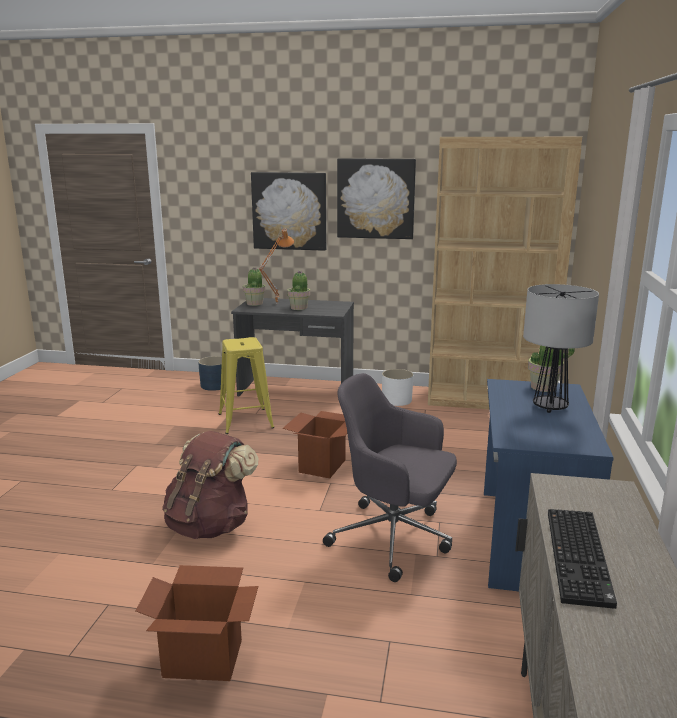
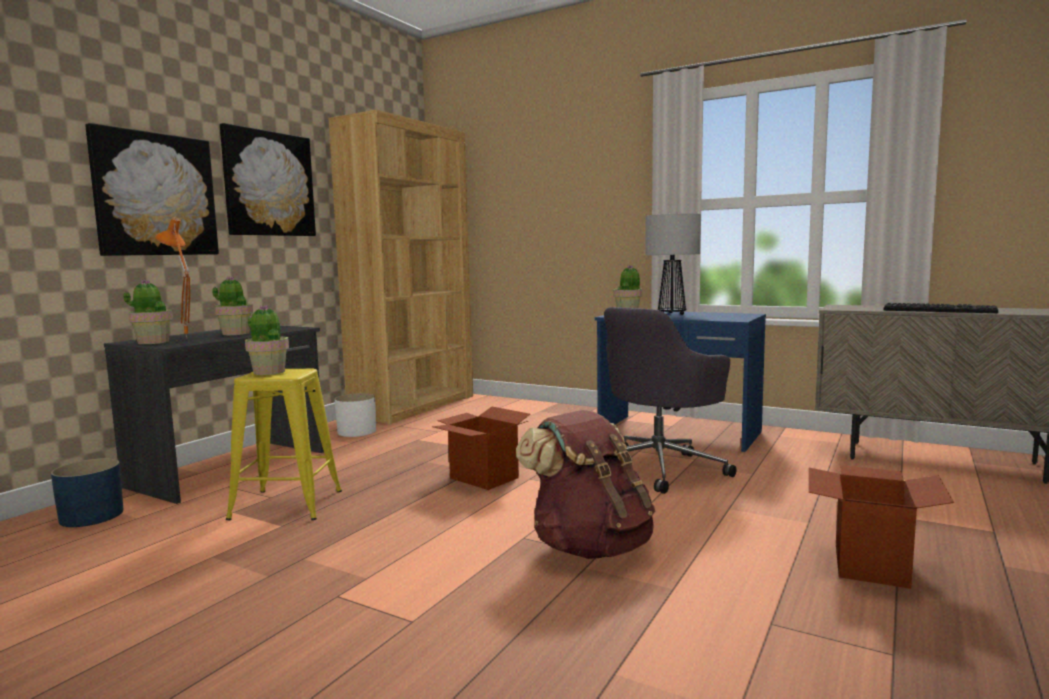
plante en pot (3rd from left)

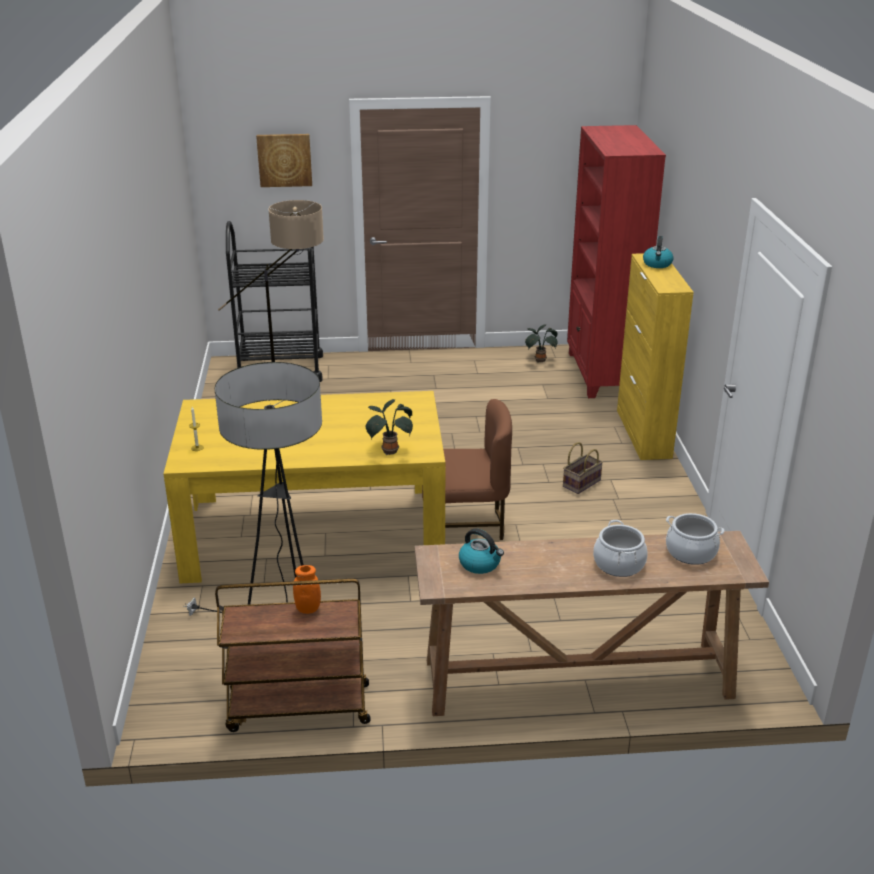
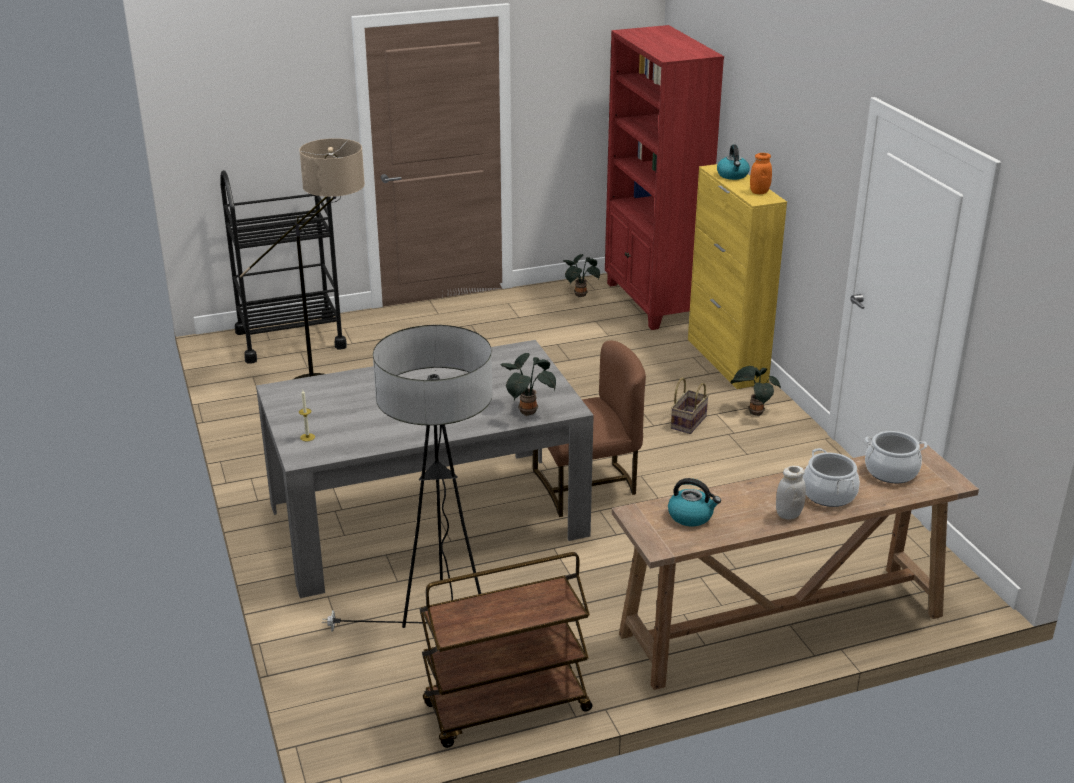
tableau; table à manger [gris]; bocal [orange]; plante en pot (3rd from left); bocal [blanc]

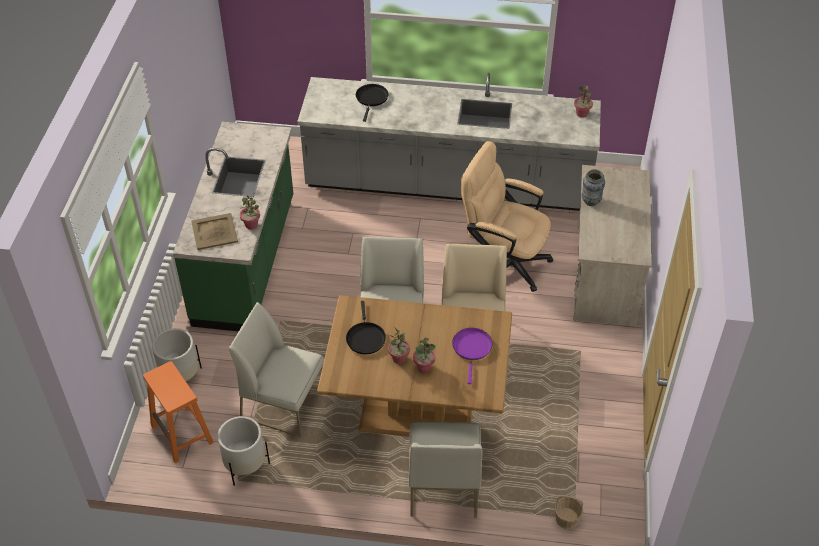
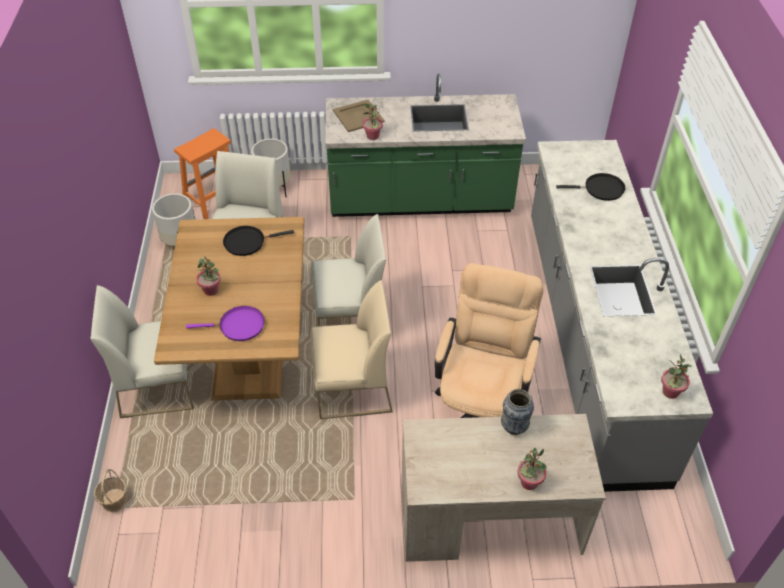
plante en pot (3rd from left)

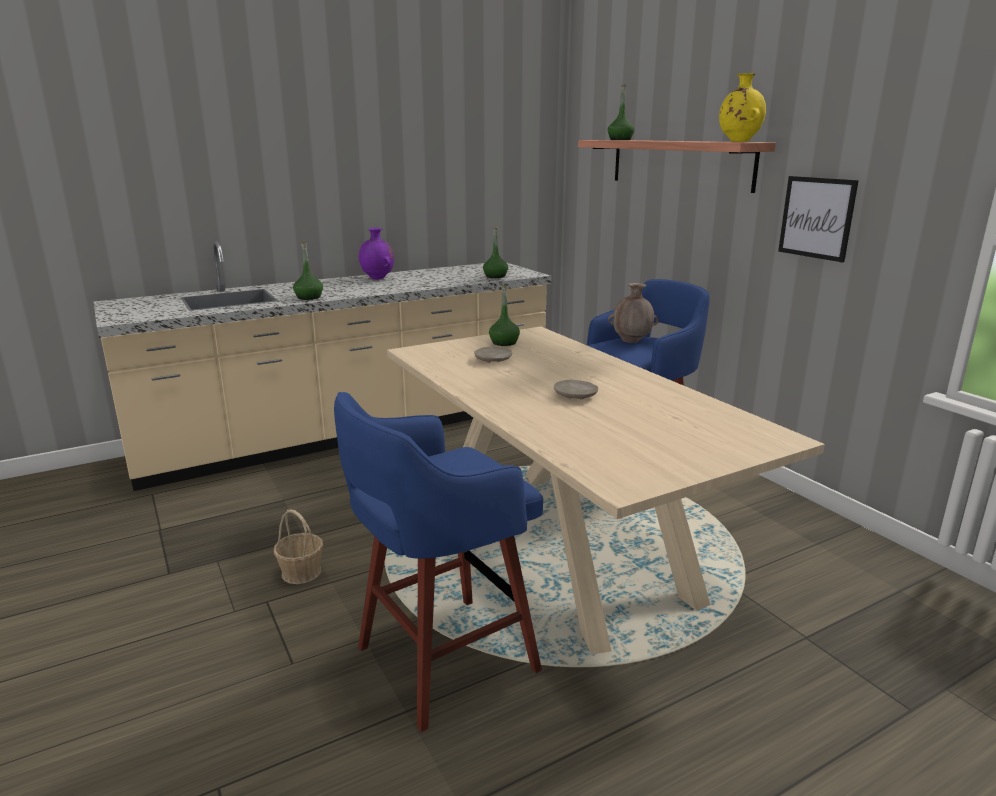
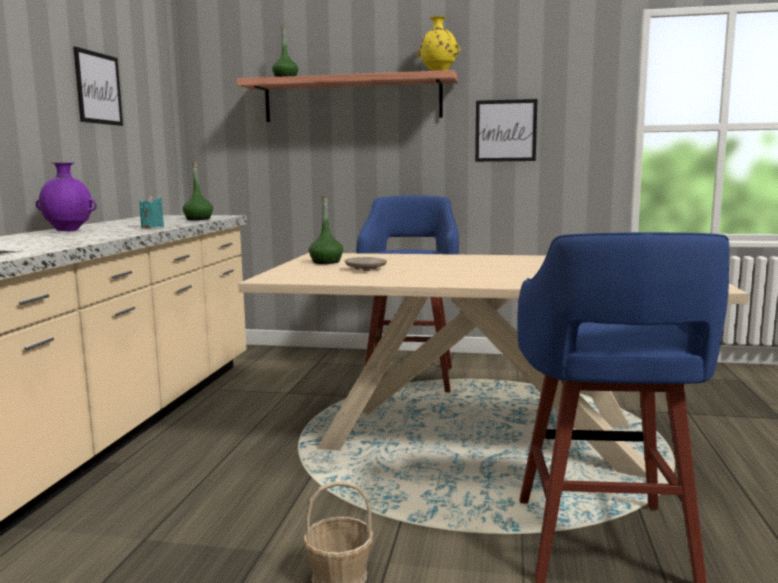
bouteille [vert] (1st from left in the first image); vase [marron]; assiette [beige] (2nd from left in the first image); tableau (1st from left); bougie [turquoise]

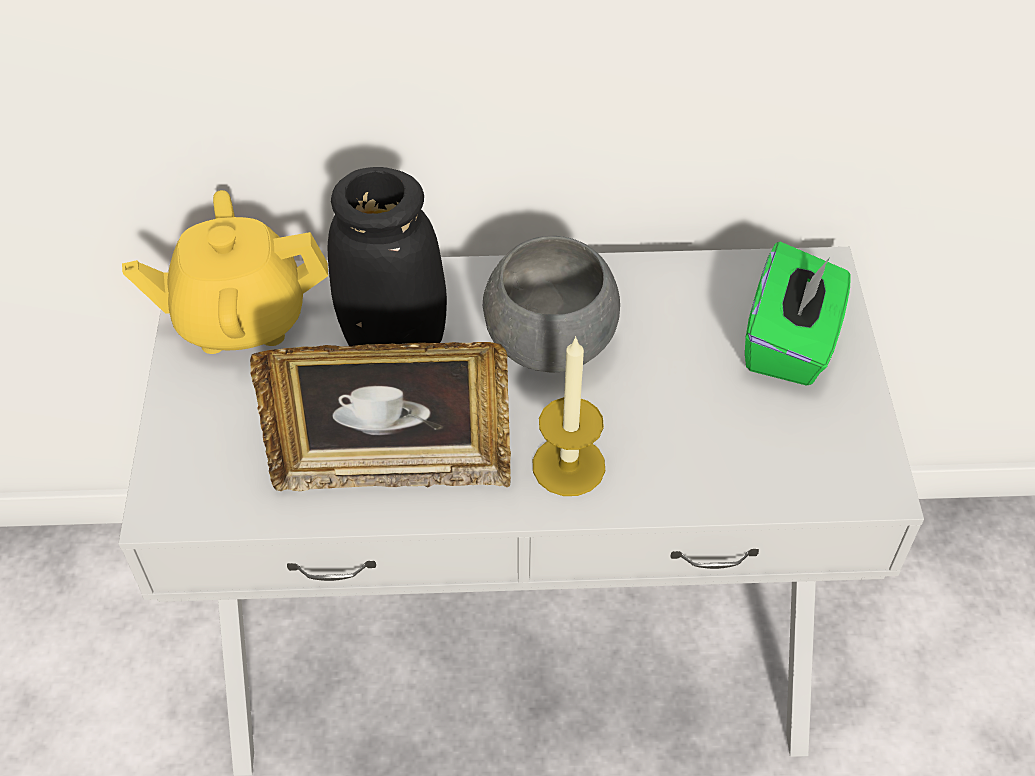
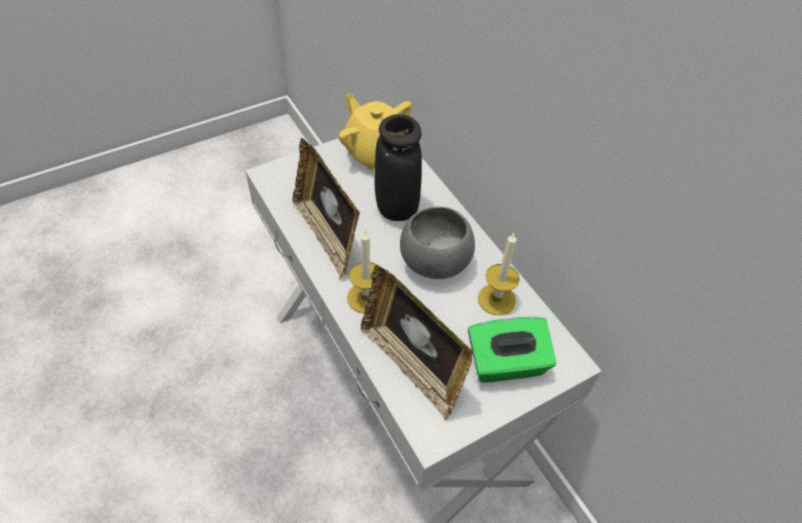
bougie (2nd from left); cadre photo (2nd from left)

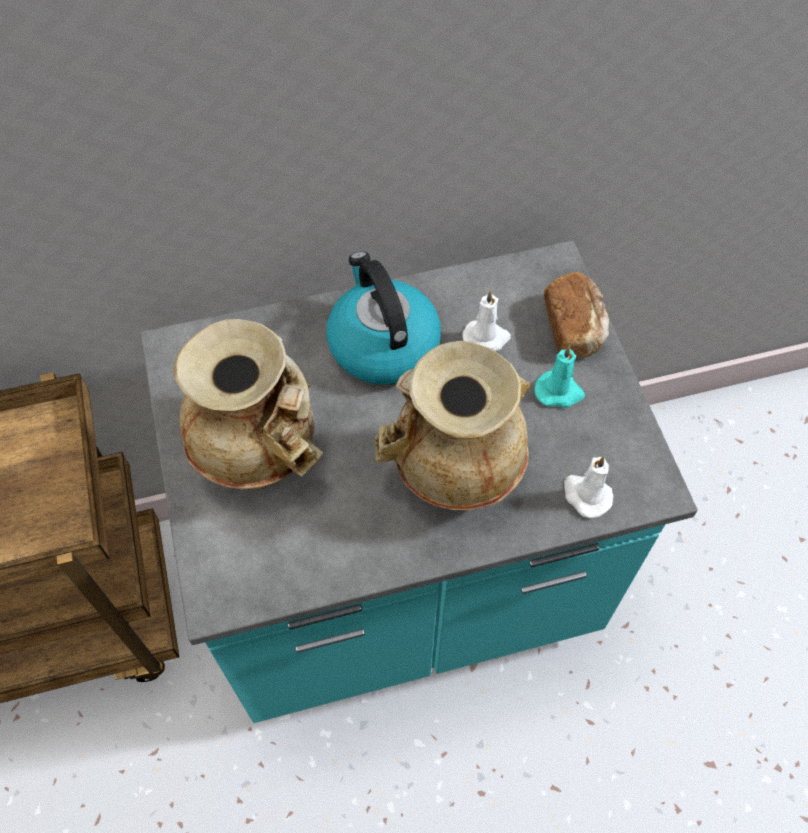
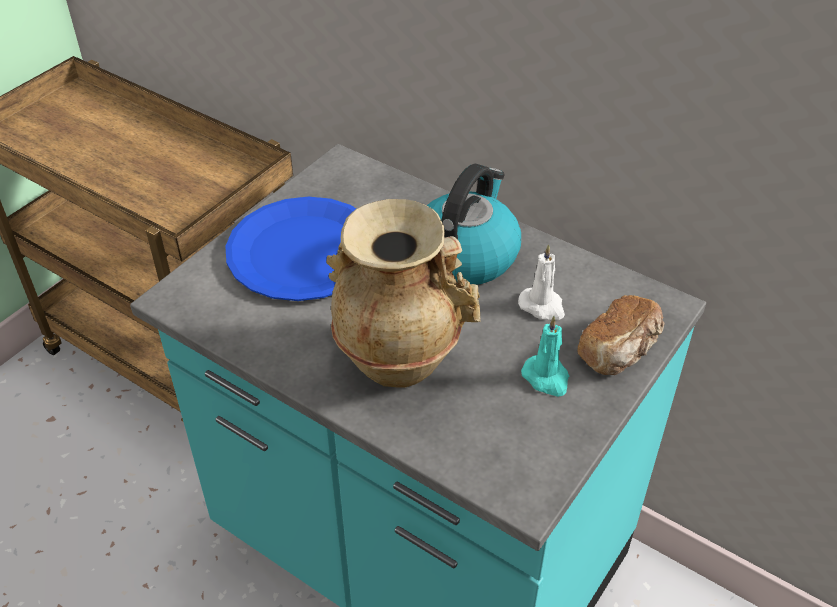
assiette [bleu]; bougie [blanc] (2nd from left in the first image)

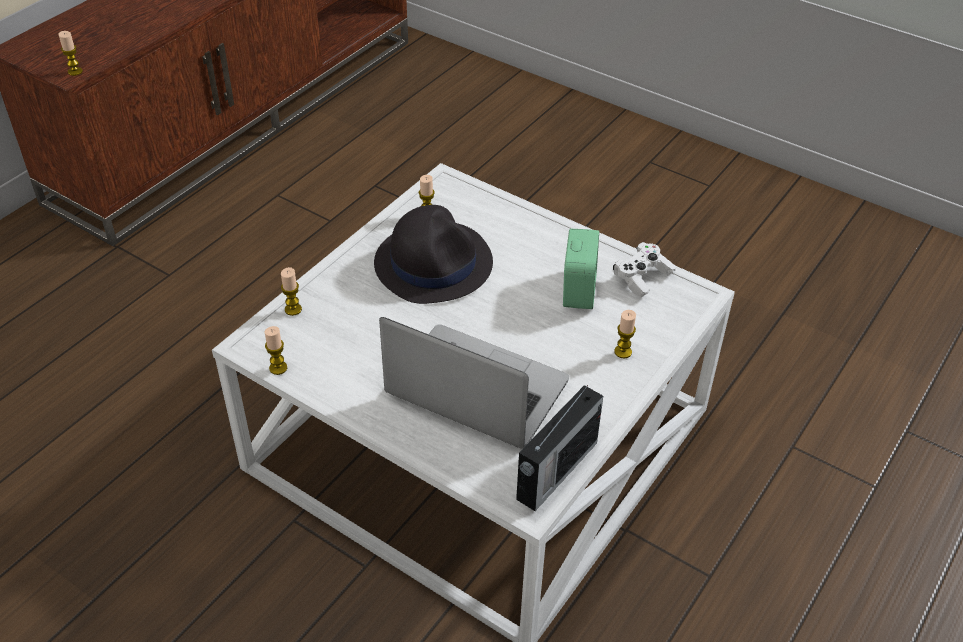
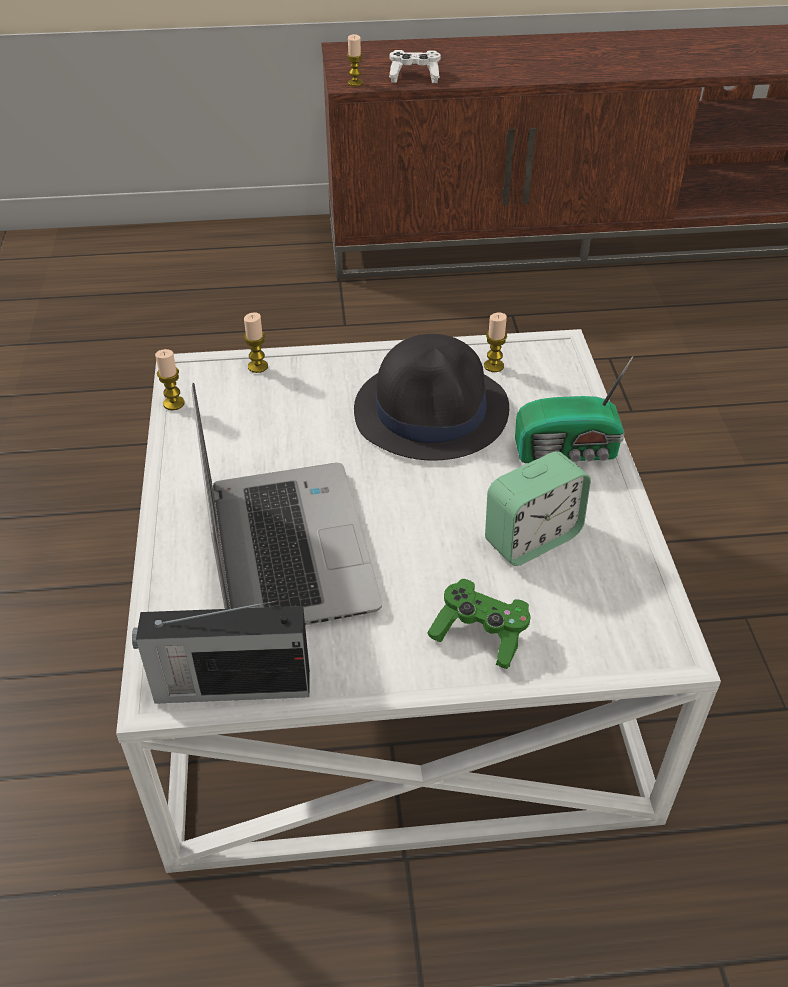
manette [blanc]; manette [vert]; radio (2nd from left)

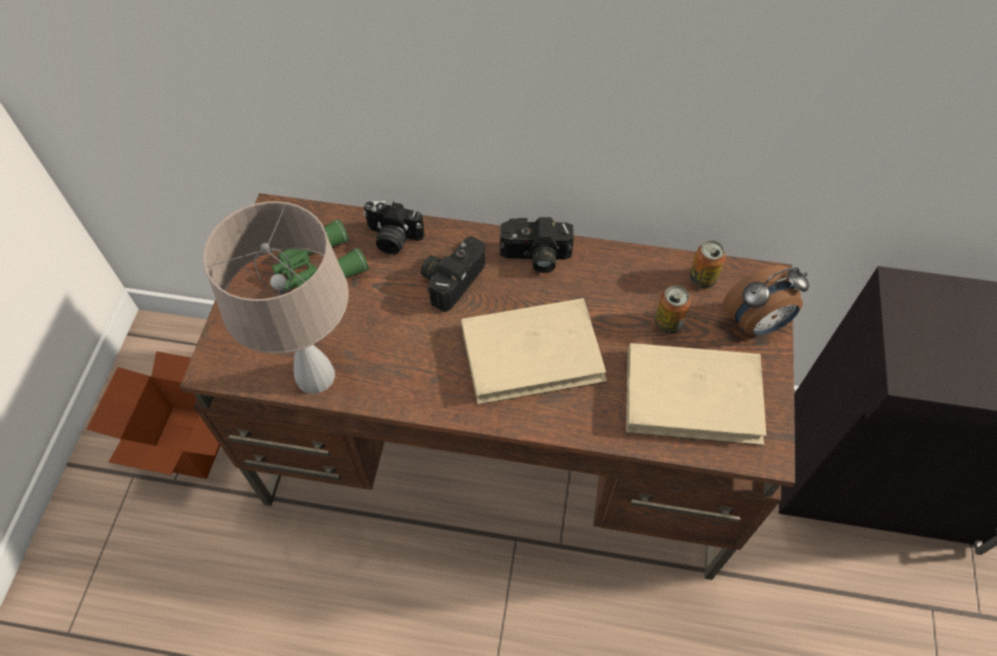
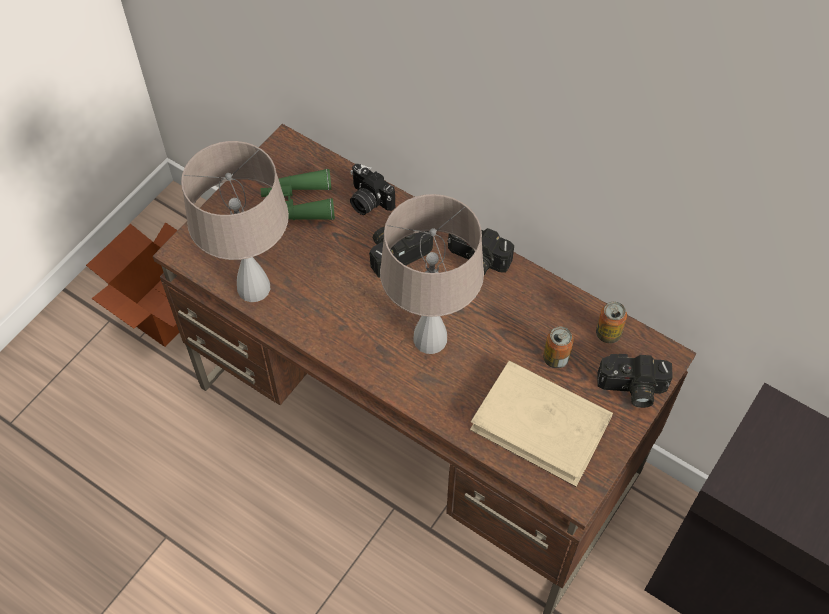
appareil photo (4th from left); lampe de table [beige] (2nd from left)

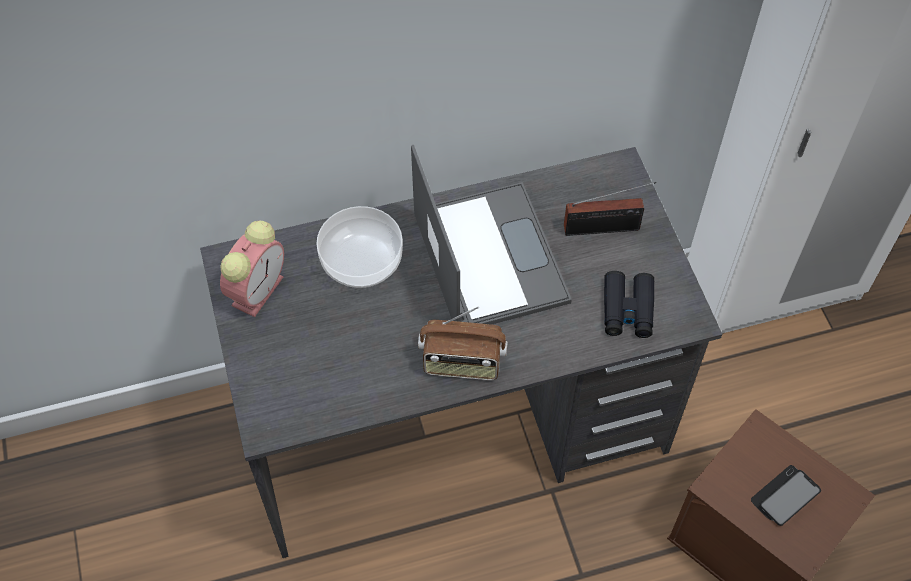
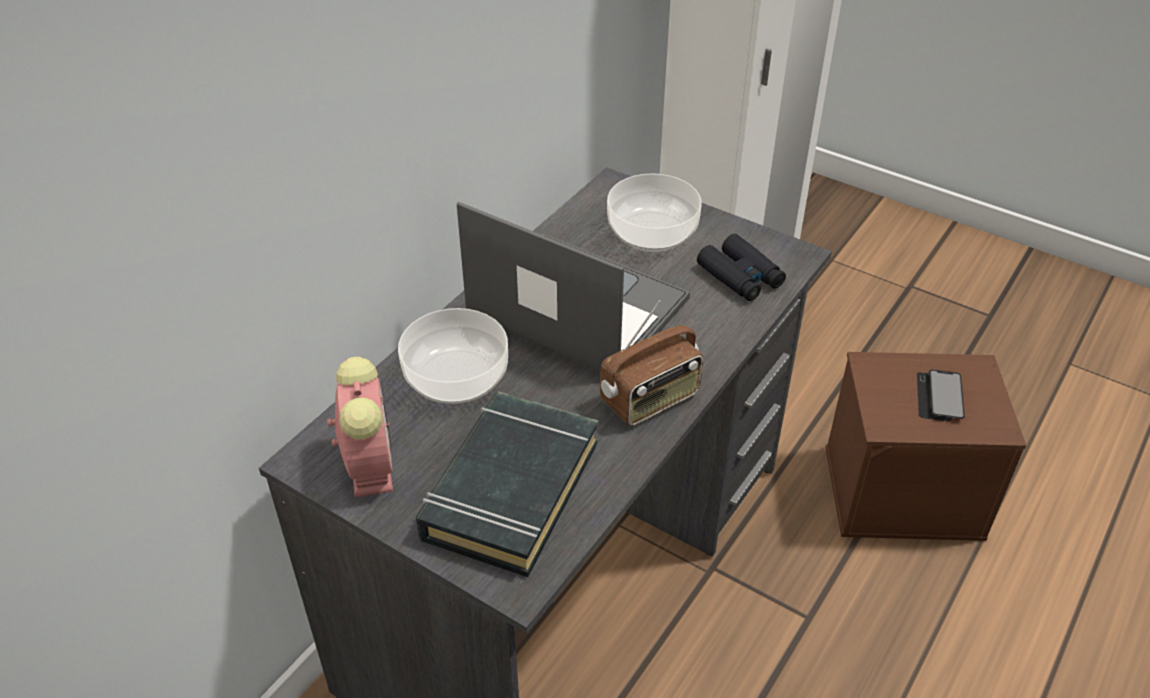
bol (2nd from left); livre [noir]

